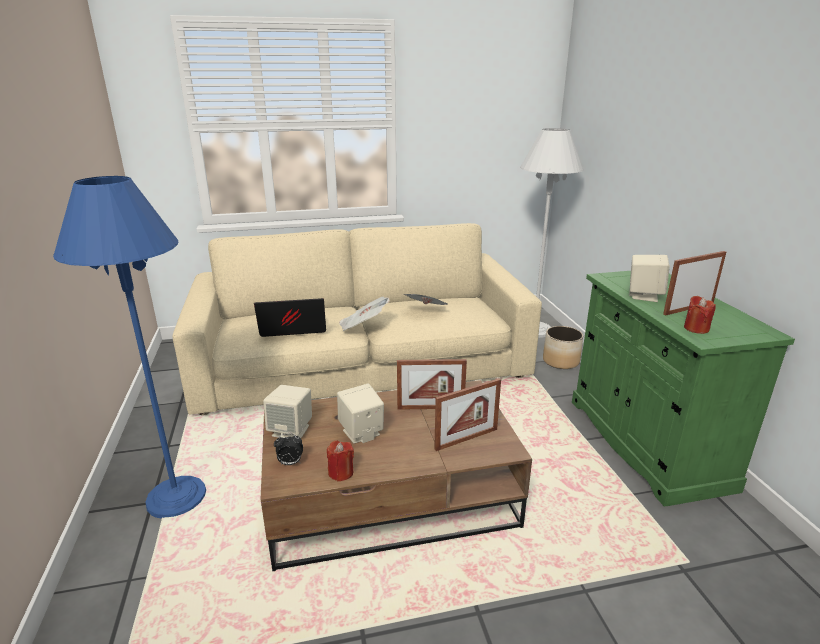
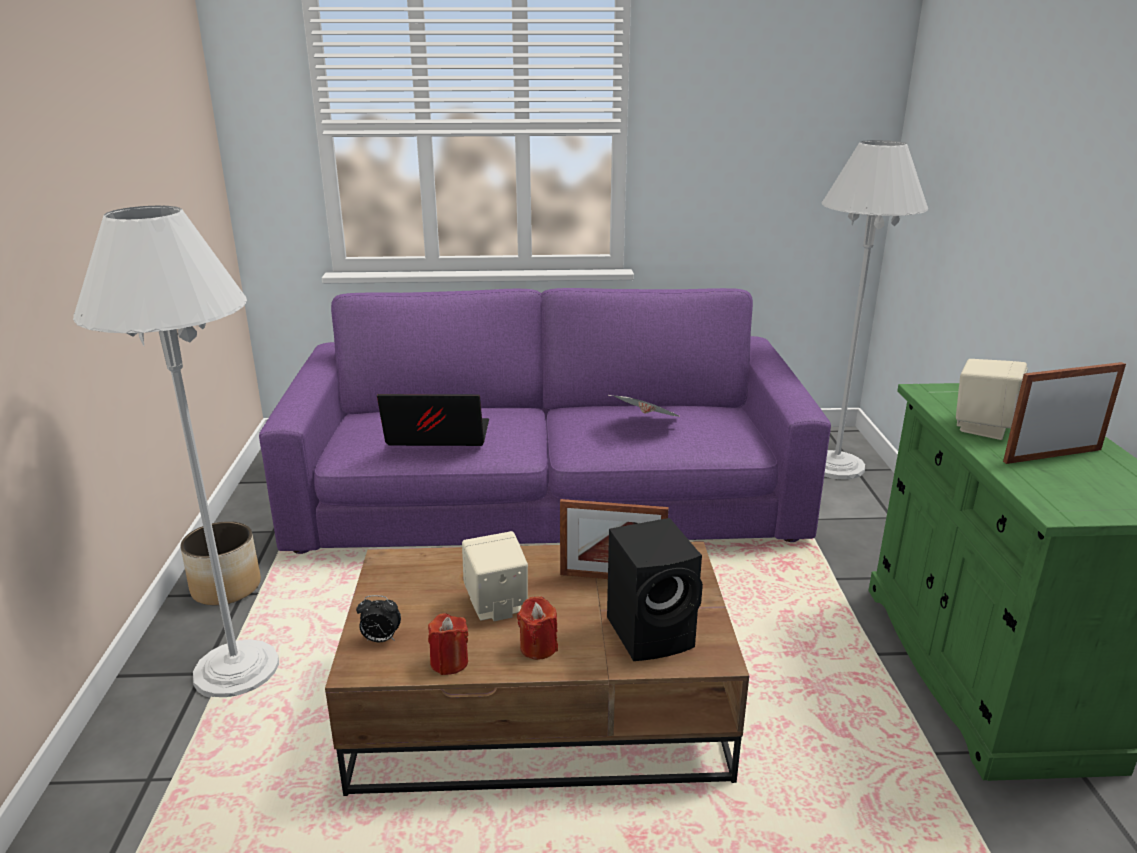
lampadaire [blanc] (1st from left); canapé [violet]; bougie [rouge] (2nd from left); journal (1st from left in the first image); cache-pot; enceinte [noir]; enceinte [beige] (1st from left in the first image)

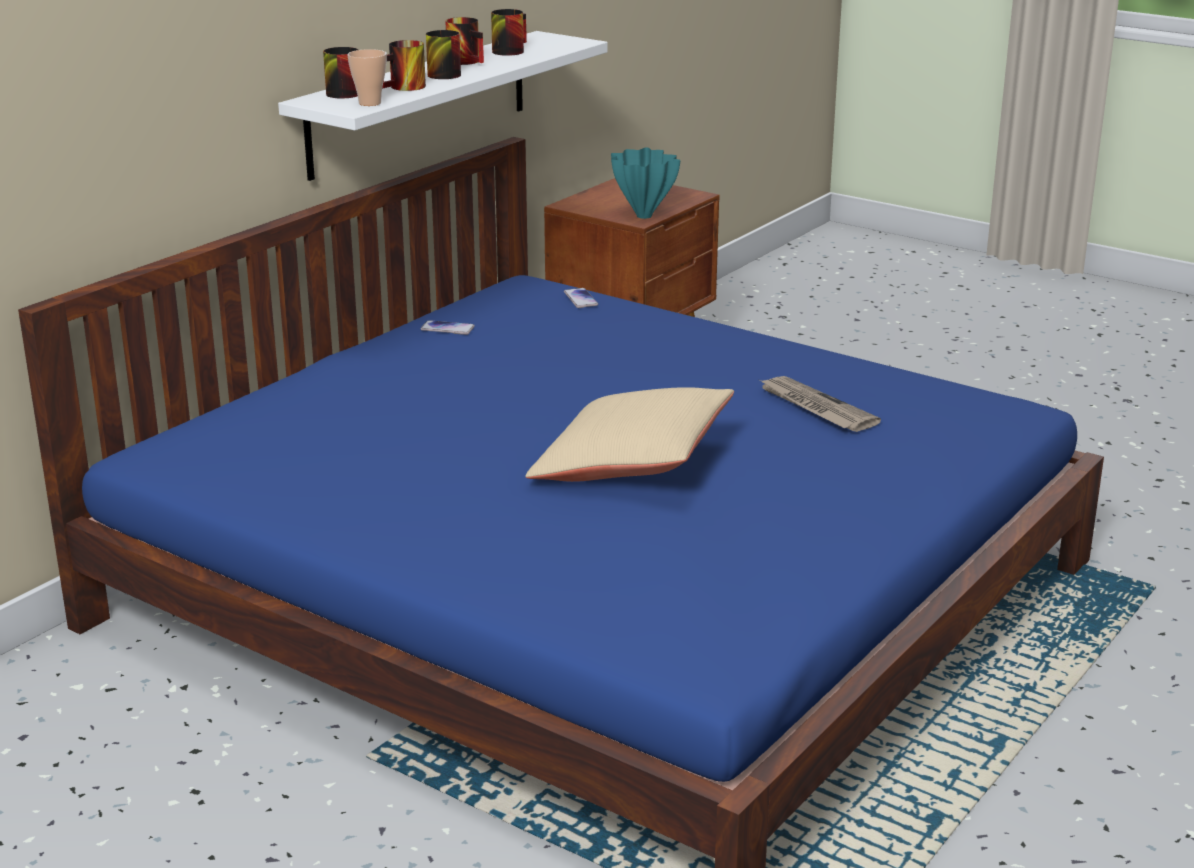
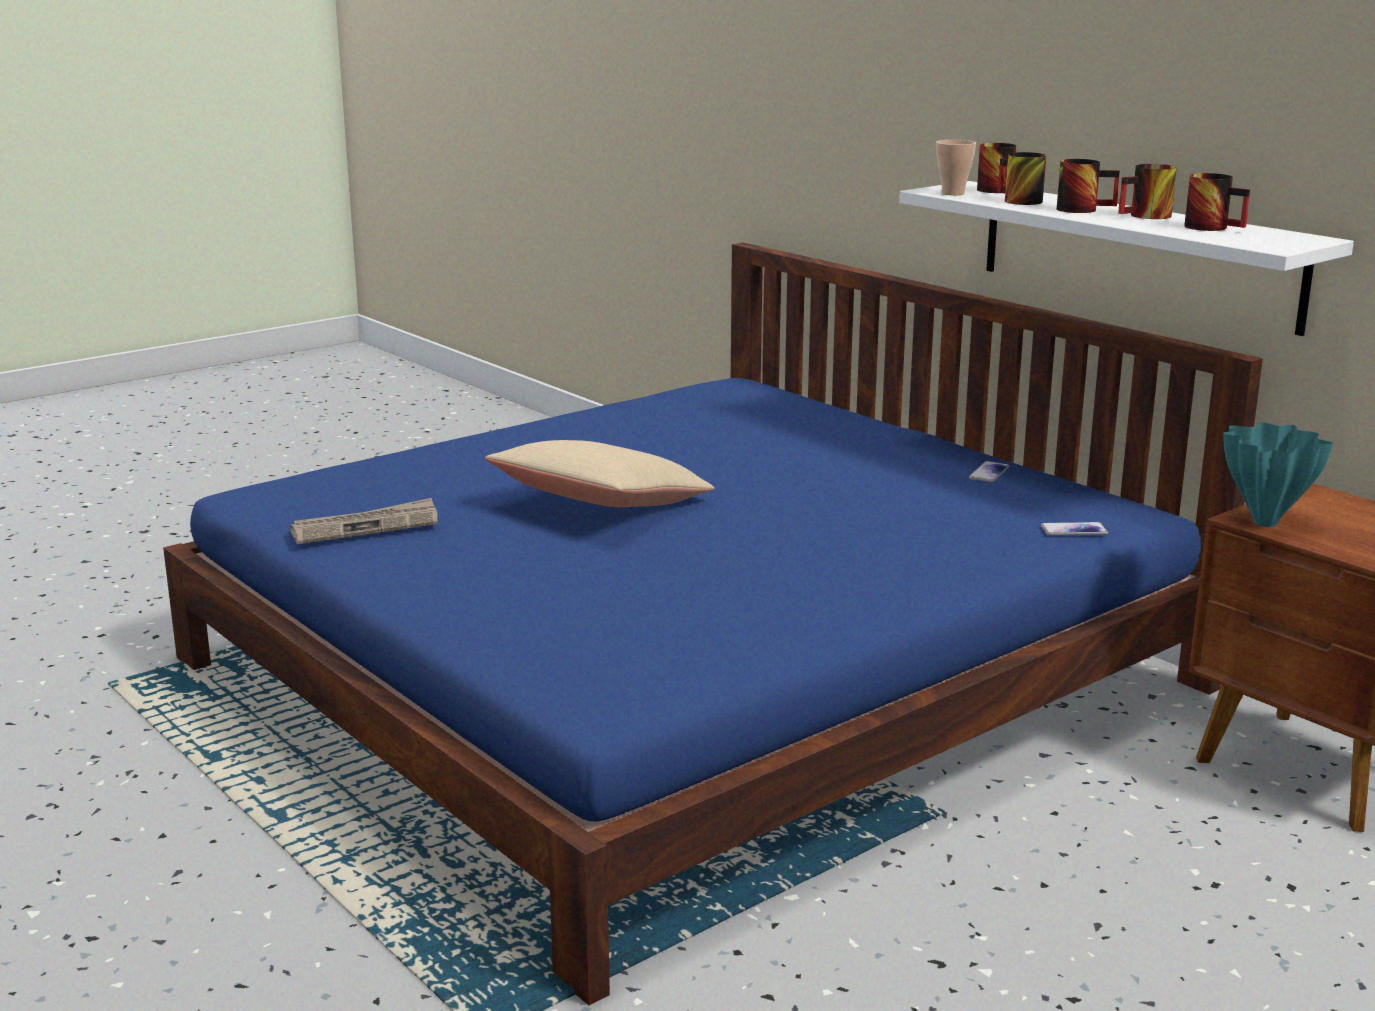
journal

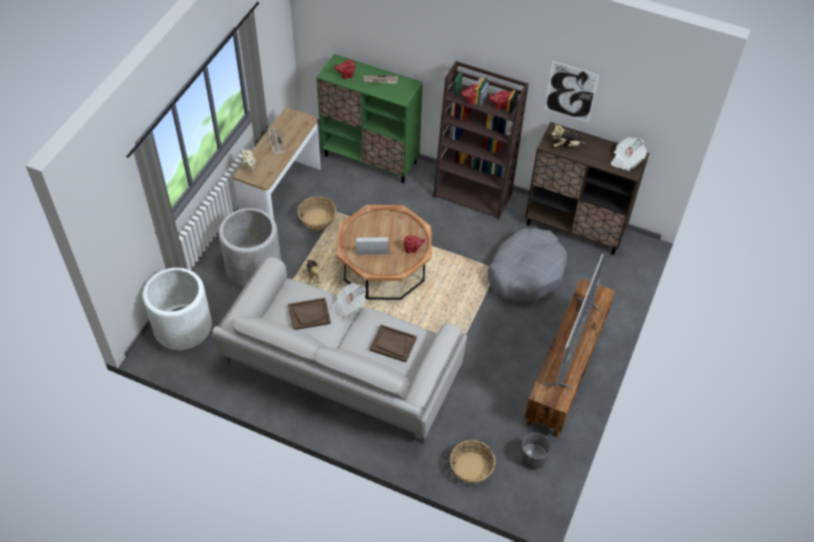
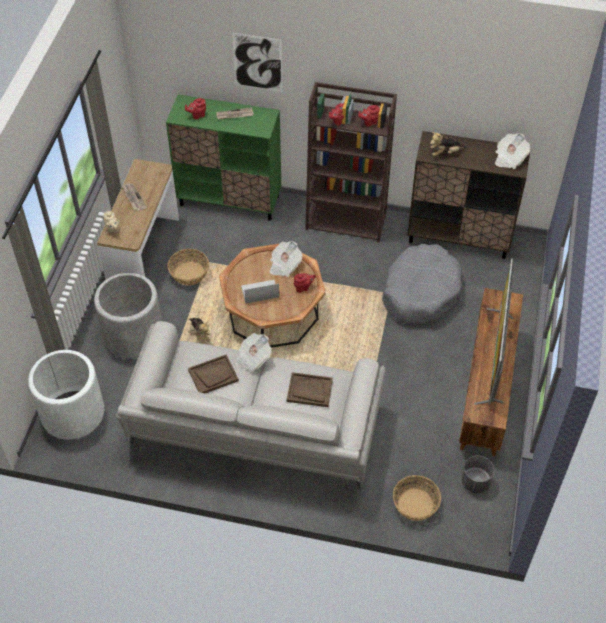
tableau; journal (4th from left)

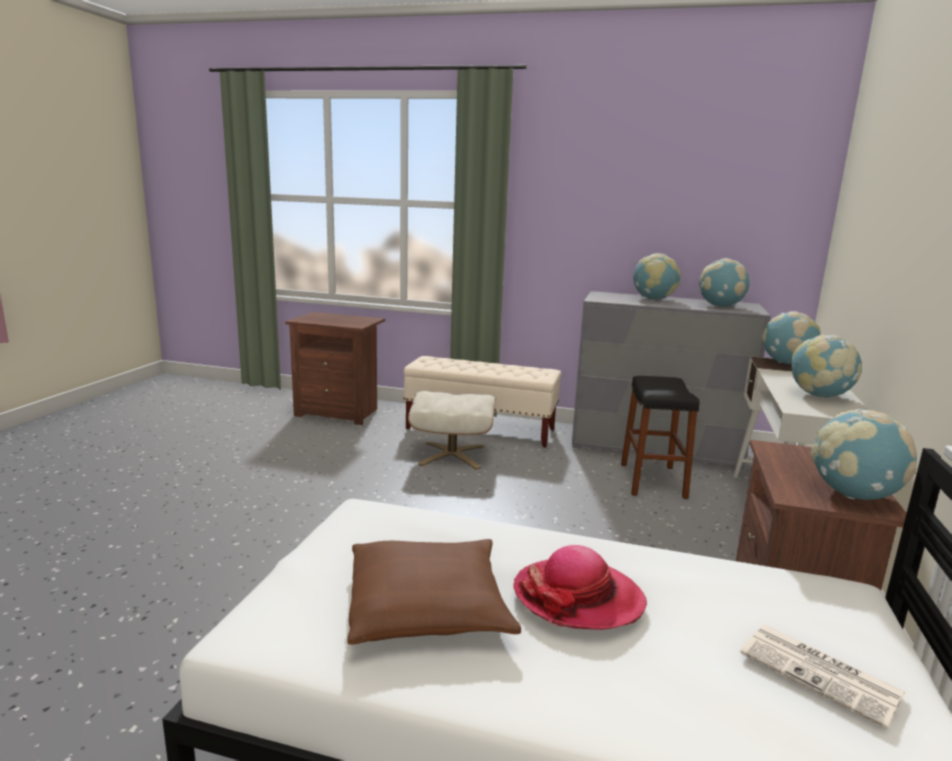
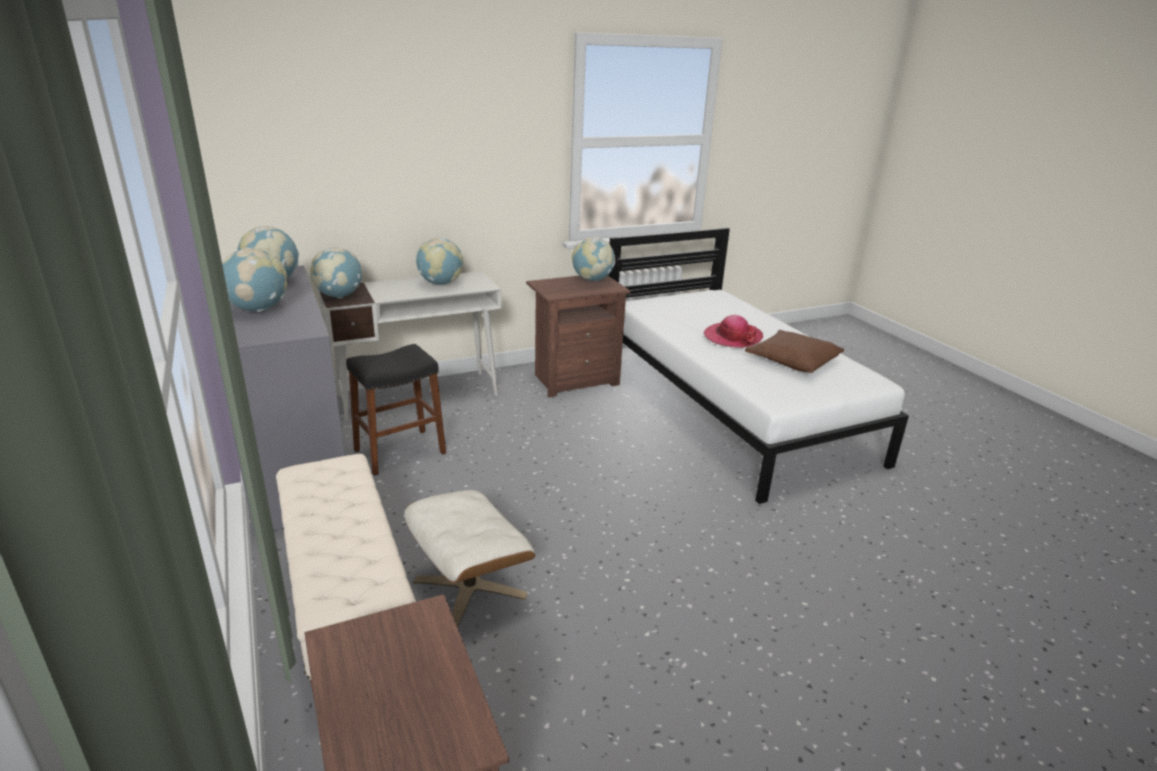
journal

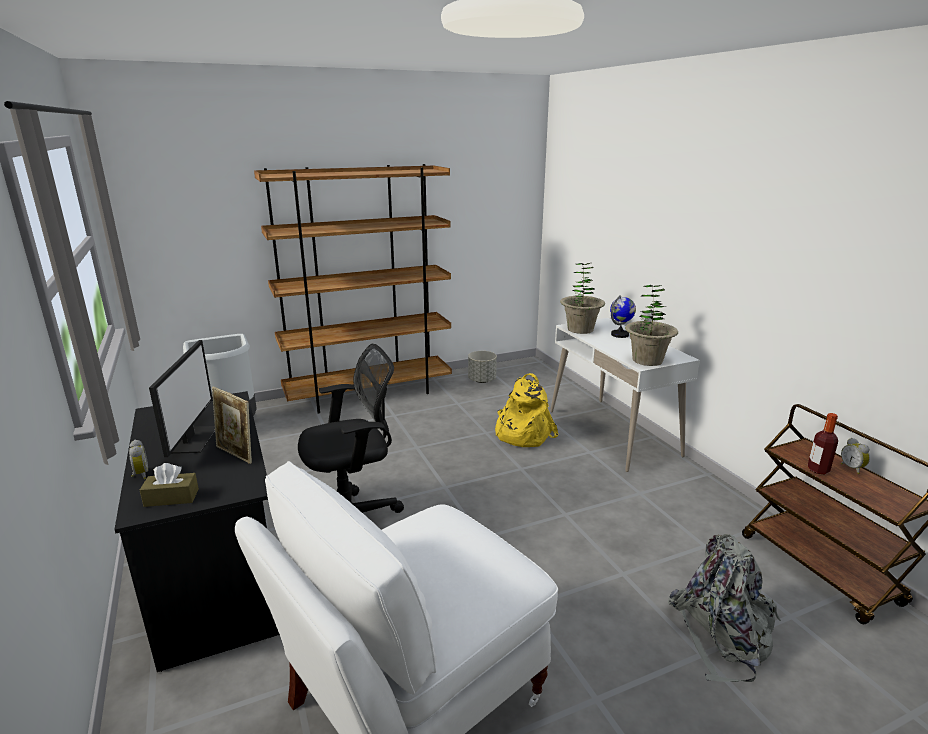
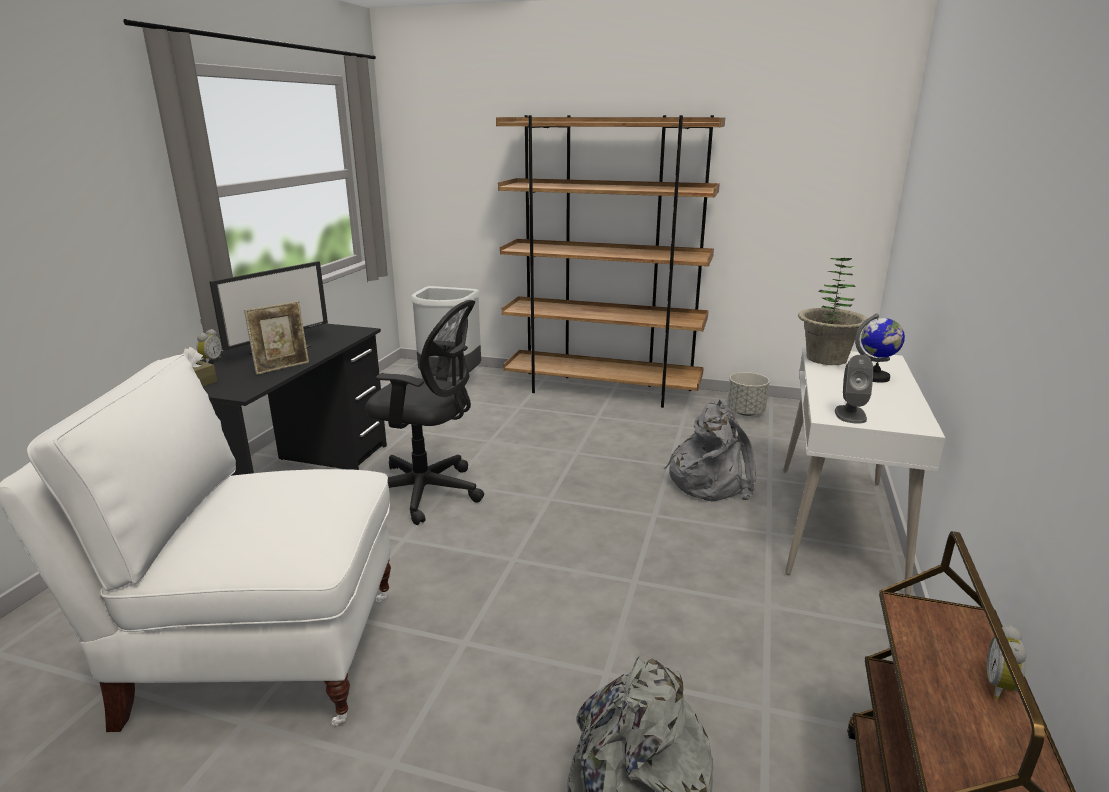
enceinte [gris]; sac à dos [gris] (2nd from left); cadre photo; bouteille

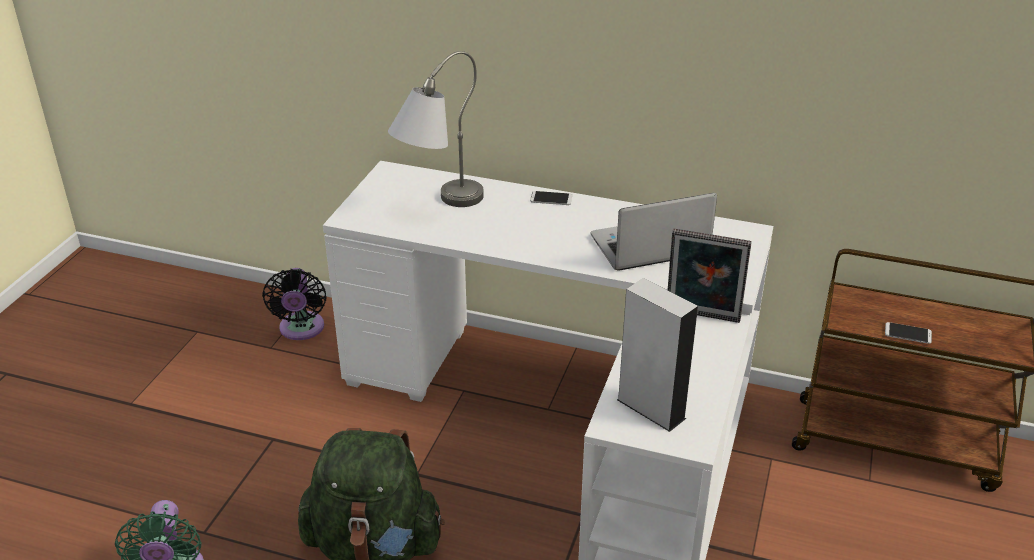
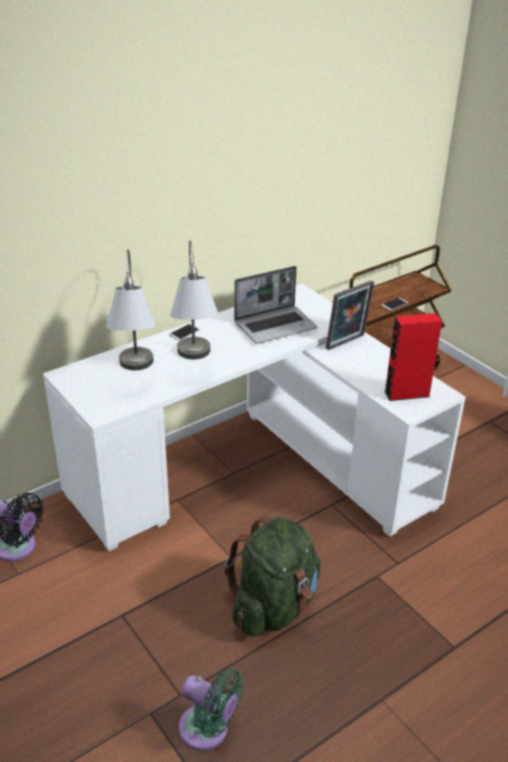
ordinateur portable; enceinte [rouge]; lampe de table [gris] (2nd from left)

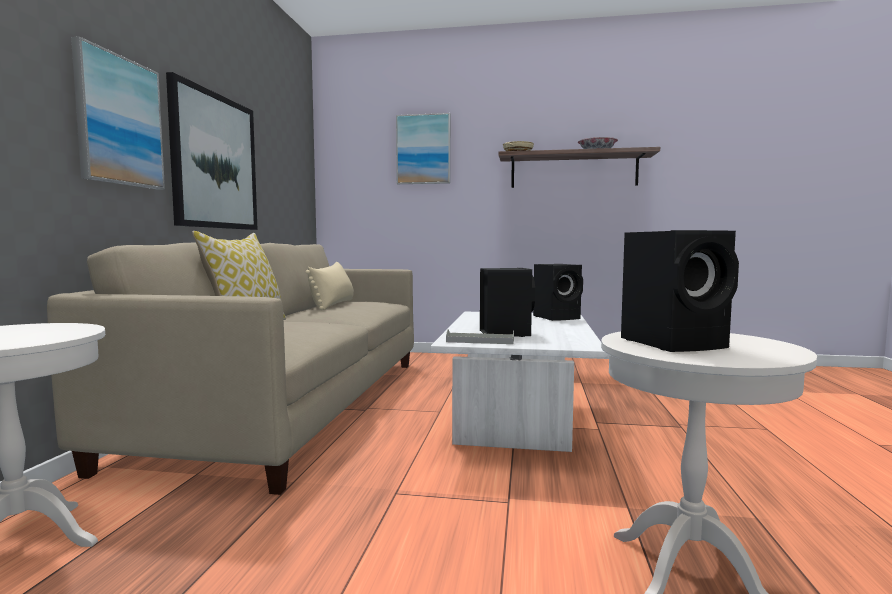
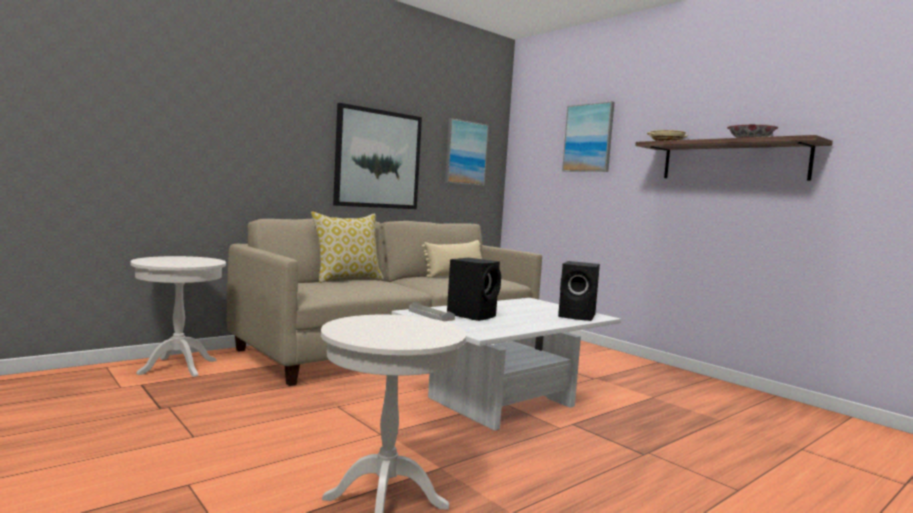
tableau (2nd from left); enceinte [noir] (3rd from left in the first image)

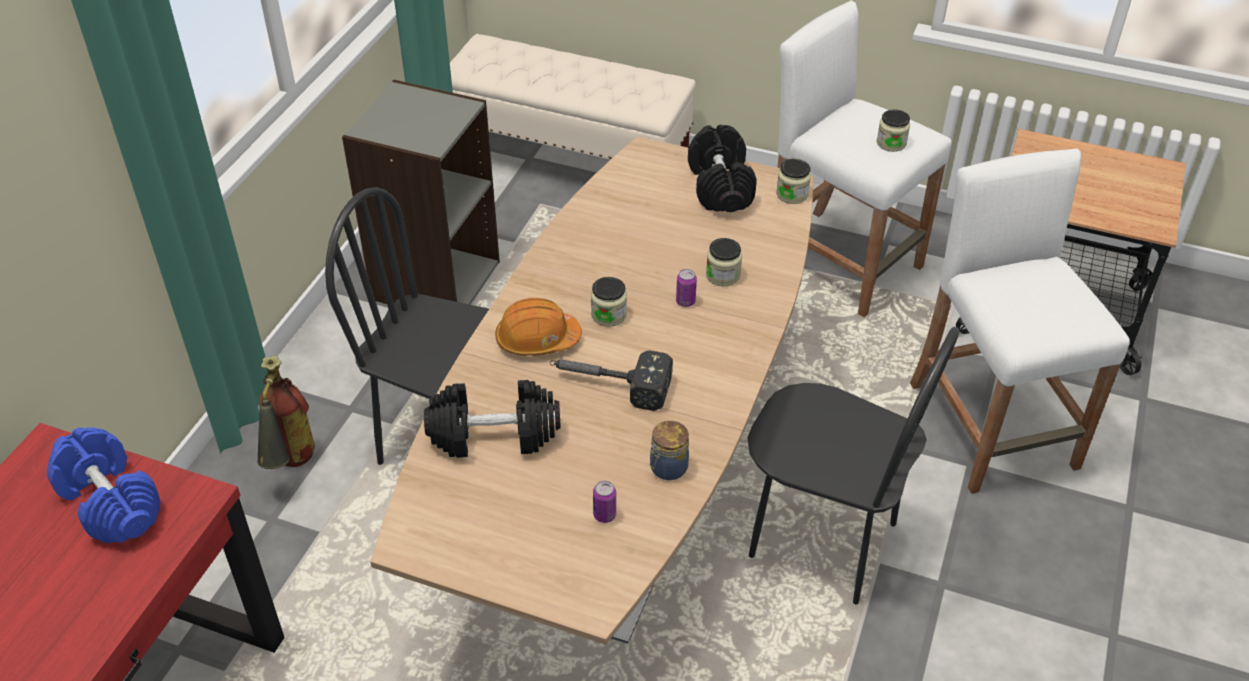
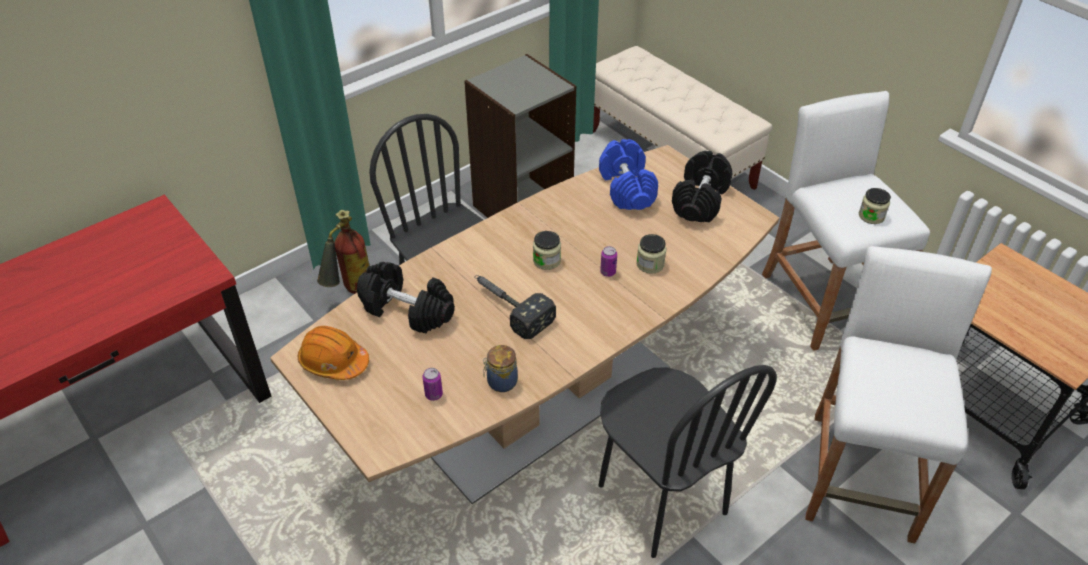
bocal (4th from left in the first image); casque de chantier [orange]; haltère [bleu]

